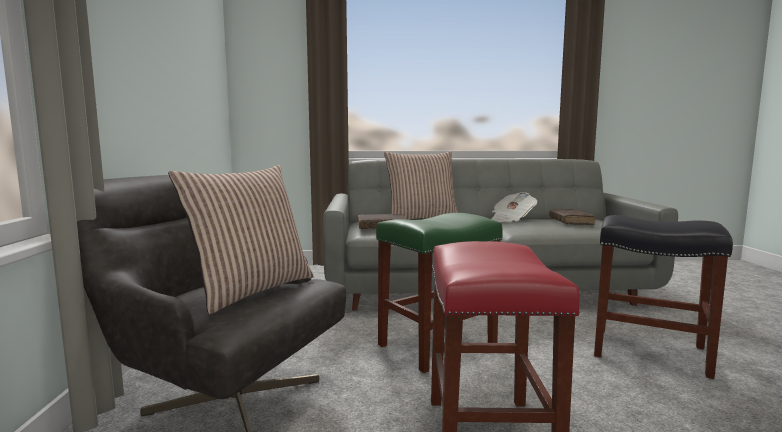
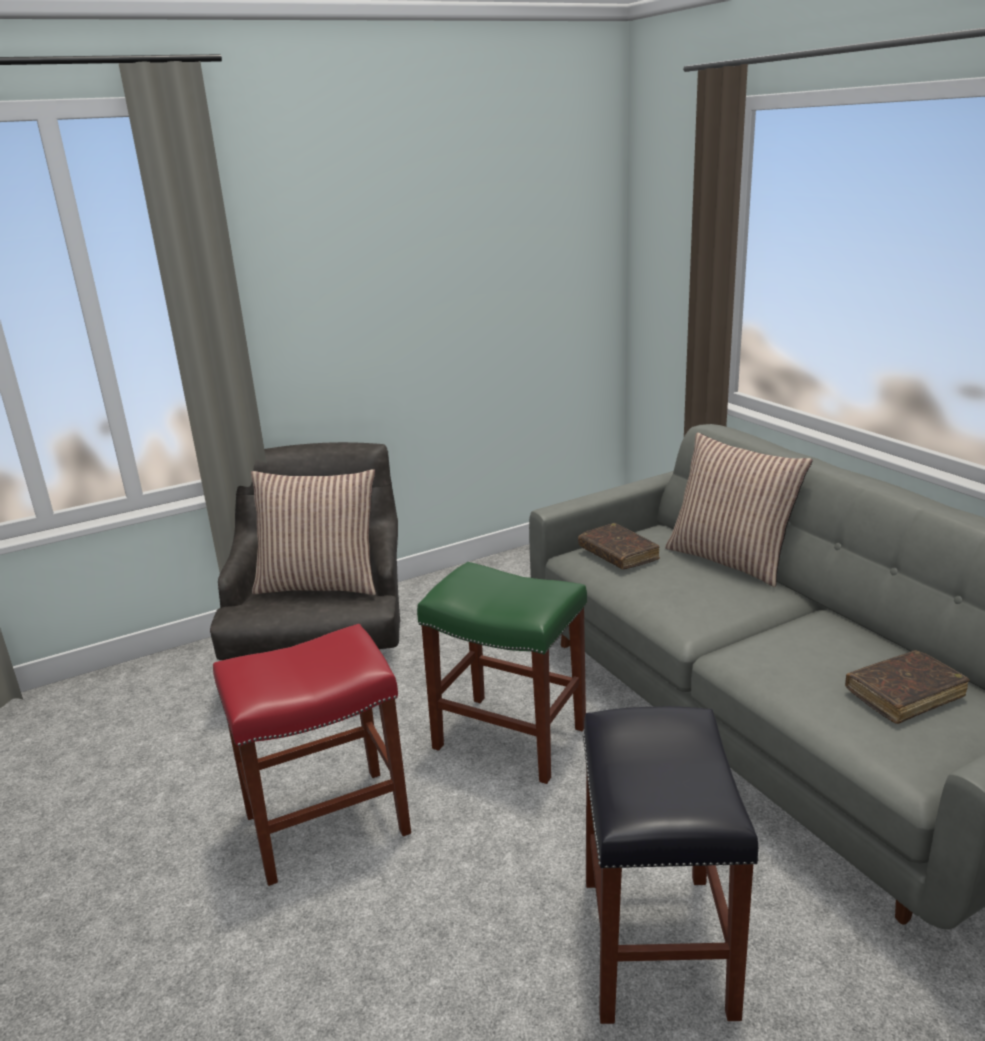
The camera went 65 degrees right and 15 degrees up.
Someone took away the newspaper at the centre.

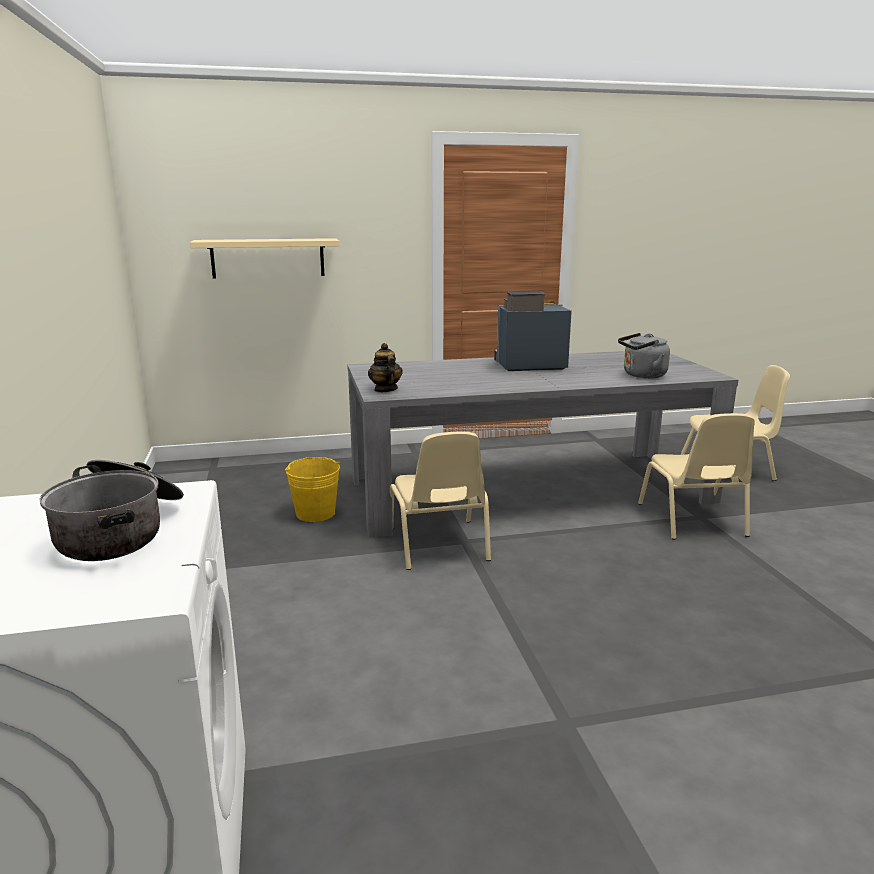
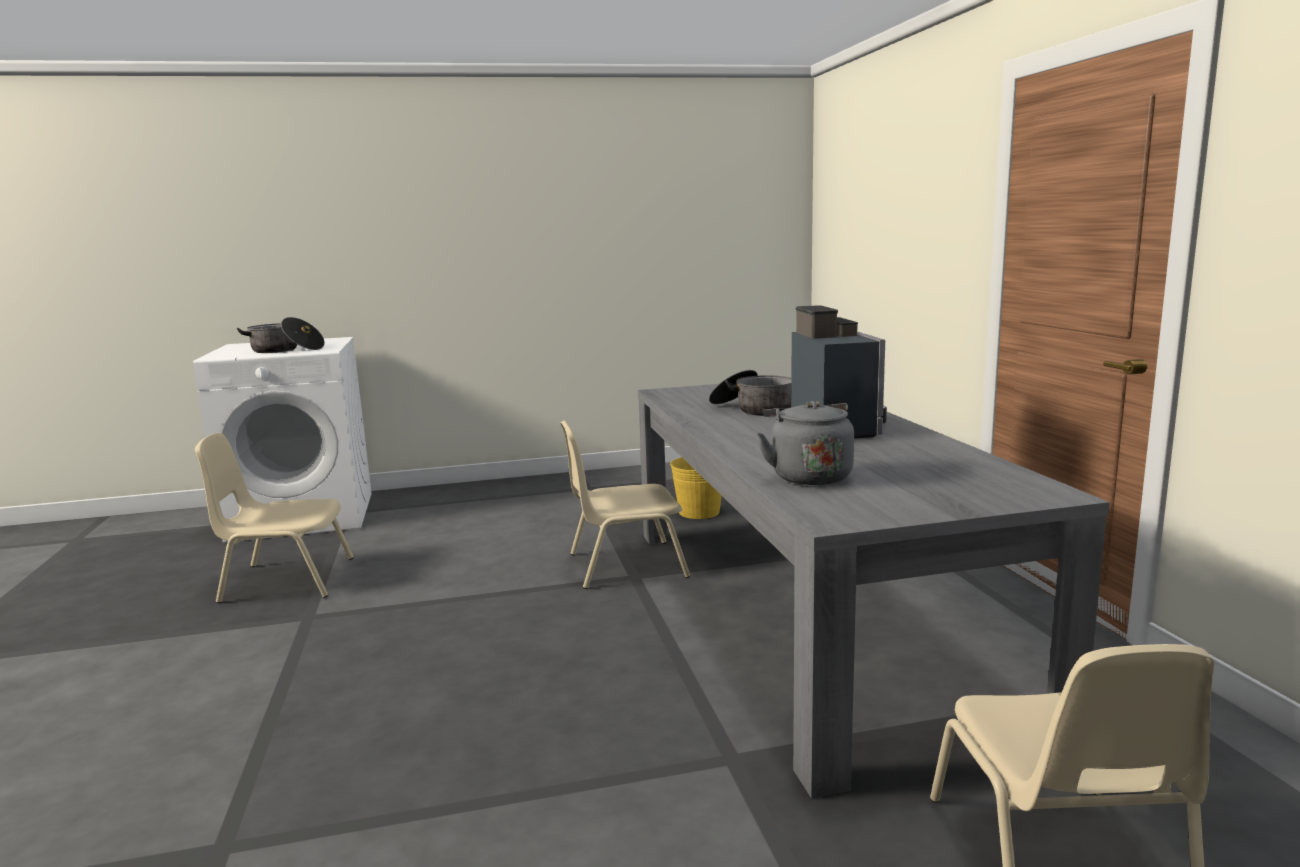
The camera went 90 degrees right and 5 degrees down.
Someone took away the beige shelf at the top left.
Someone took away the teapot at the centre.
Someone put down the cooking pot (2nd from left) at the centre.
Someone carried the beige chair (2nd from left in the first image) from the middle right to the middle left.

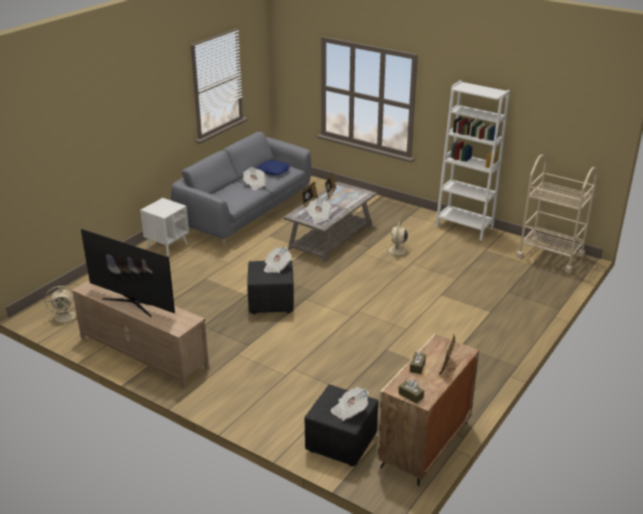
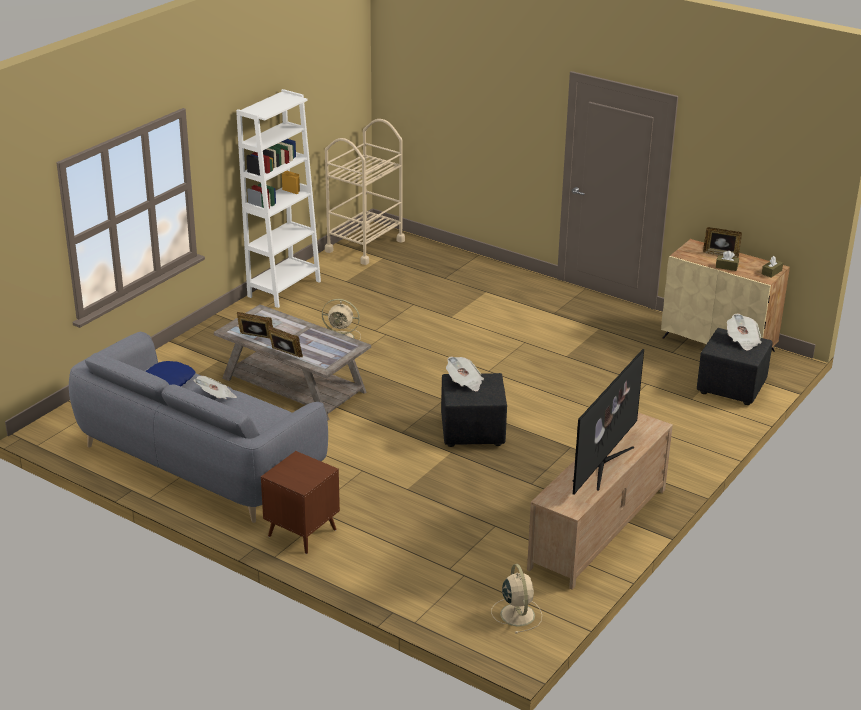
The camera went 90 degrees left and 0 degrees up.
Someone took away the newspaper (3rd from left) at the centre.
Someone repainted the white side table at the middle left, which became the brown side table at the bottom centre.

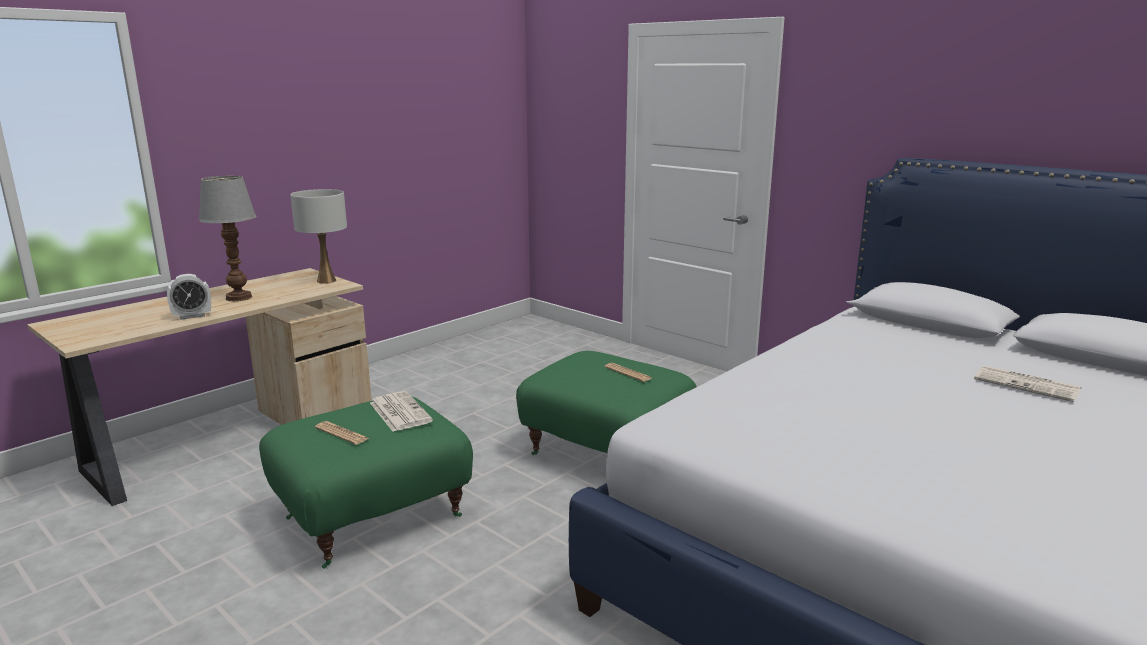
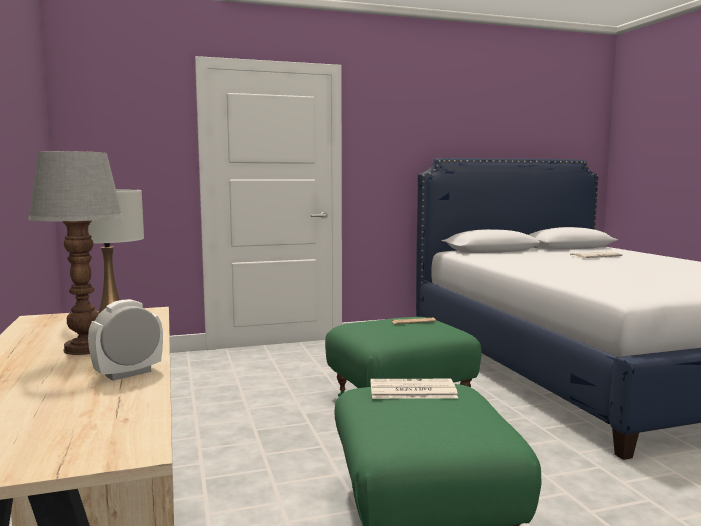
The camera went 60 degrees left and 10 degrees down.
Someone took away the newspaper (1st from left) at the bottom left.
Someone rotated the alarm clock at the middle left by 135 degrees counterclockwise.

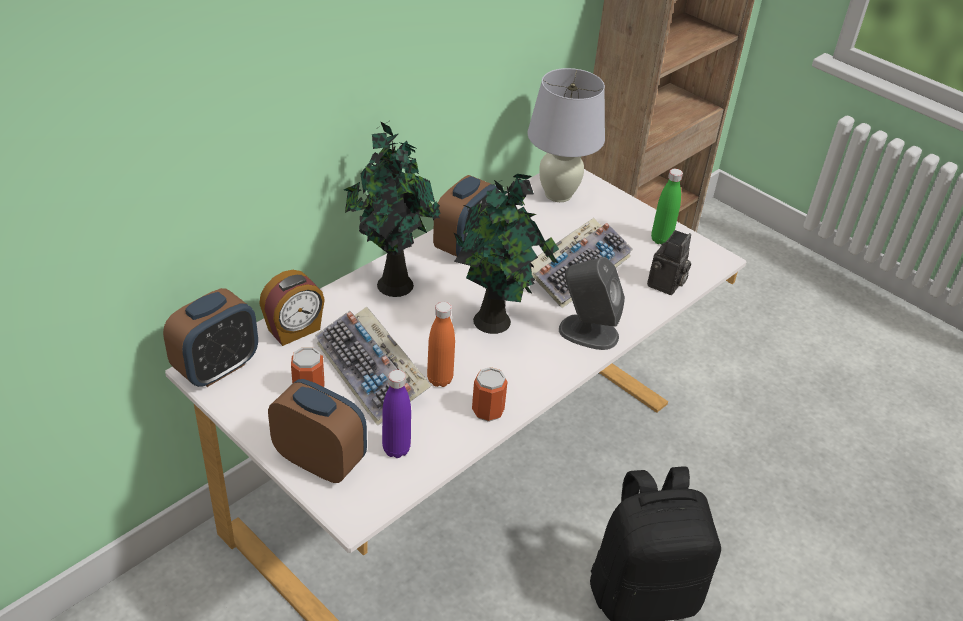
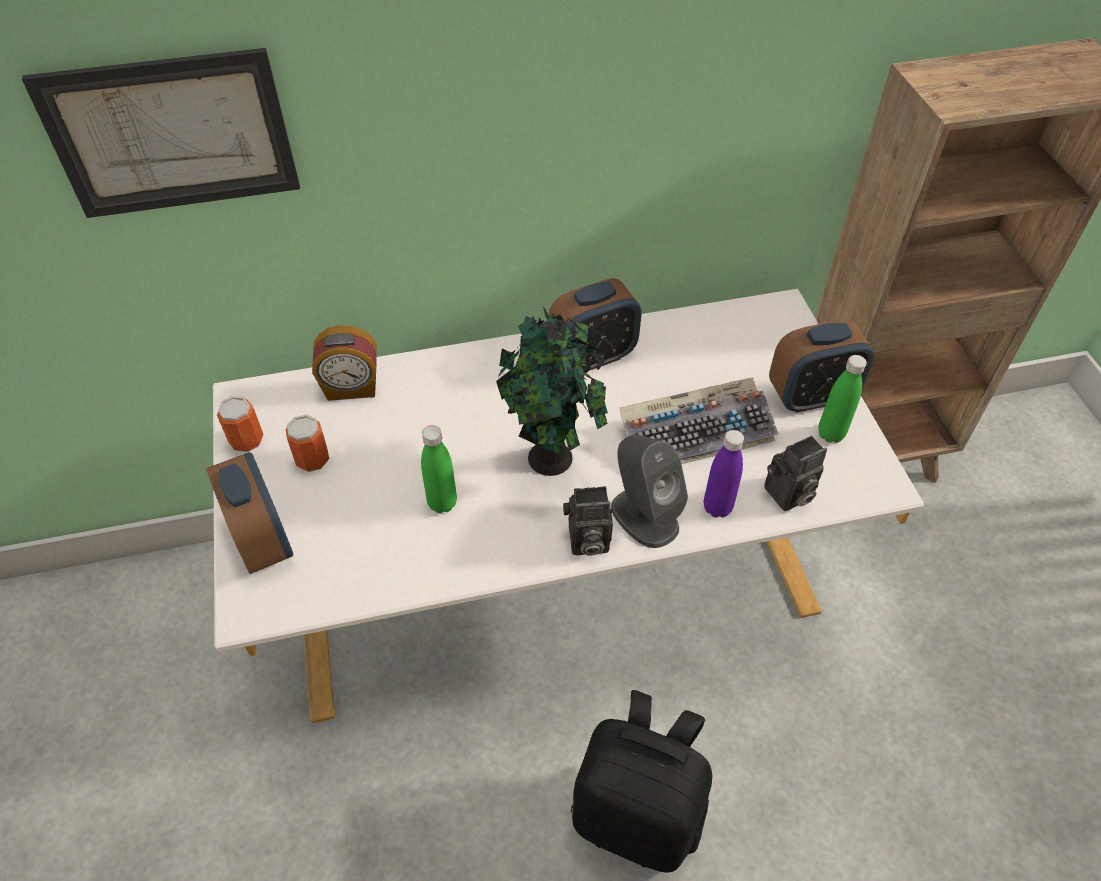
The camera went 35 degrees right and 10 degrees up.
Someone took away the keyboard (1st from left) at the centre.
Someone took away the potted plant (1st from left) at the centre.
Someone took away the white table lamp at the top centre.
Someone put up the picture at the top left.
Someone put down the photo camera (1st from left) at the centre.
Someone carried the alarm clock (1st from left in the first image) from the middle left to the middle right.
Someone carried the purple bottle from the bottom centre to the centre.
Someone carried the can (2nd from left in the first image) from the centre to the middle left.
Someone repainted the orange bottle at the centre, which became the green bottle (1st from left) at the centre.

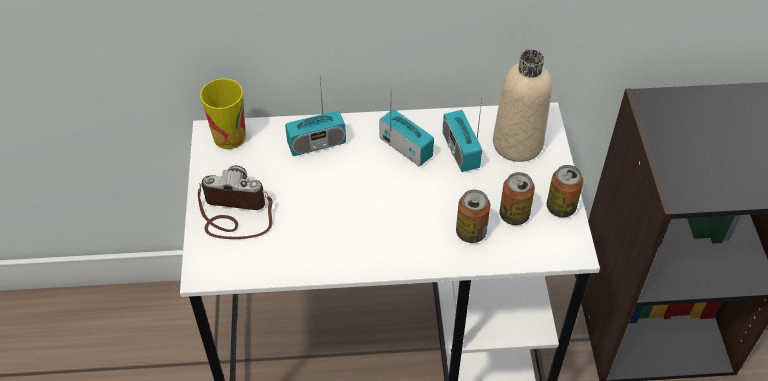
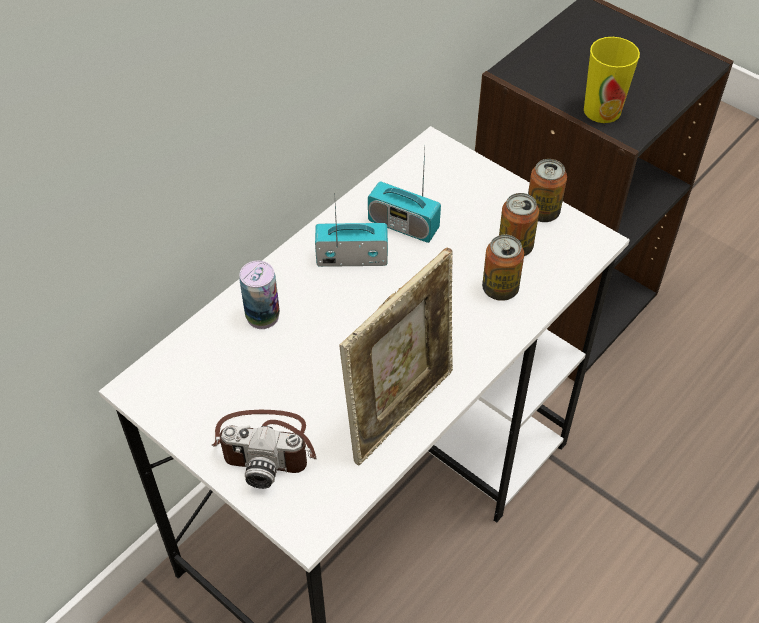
The camera went 45 degrees left and 0 degrees up.
Someone took away the beige bottle at the top right.
Someone put down the picture frame at the centre.
Someone carried the cup from the top left to the top right.
Someone swapped the radio (1st from left) at the top centre for the can (1st from left) at the centre.
Someone rotated the photo camera at the middle left by 135 degrees counterclockwise.

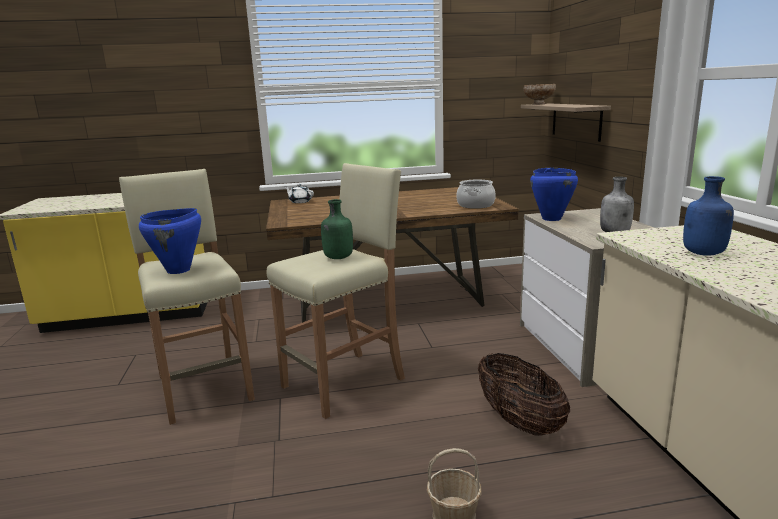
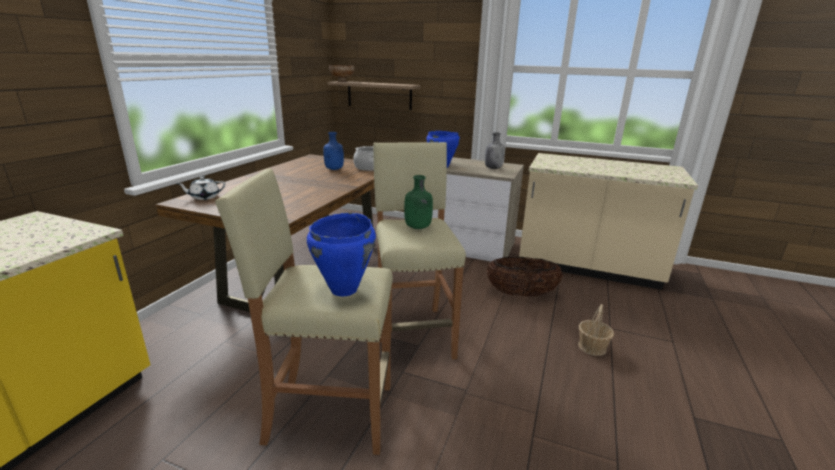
The camera went 60 degrees left and 5 degrees up.
Someone carried the blue bottle from the middle right to the top centre.

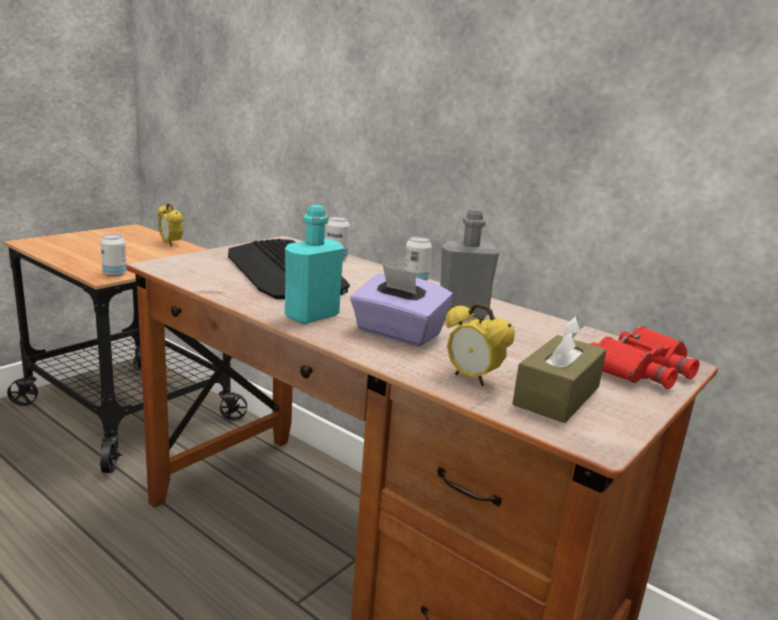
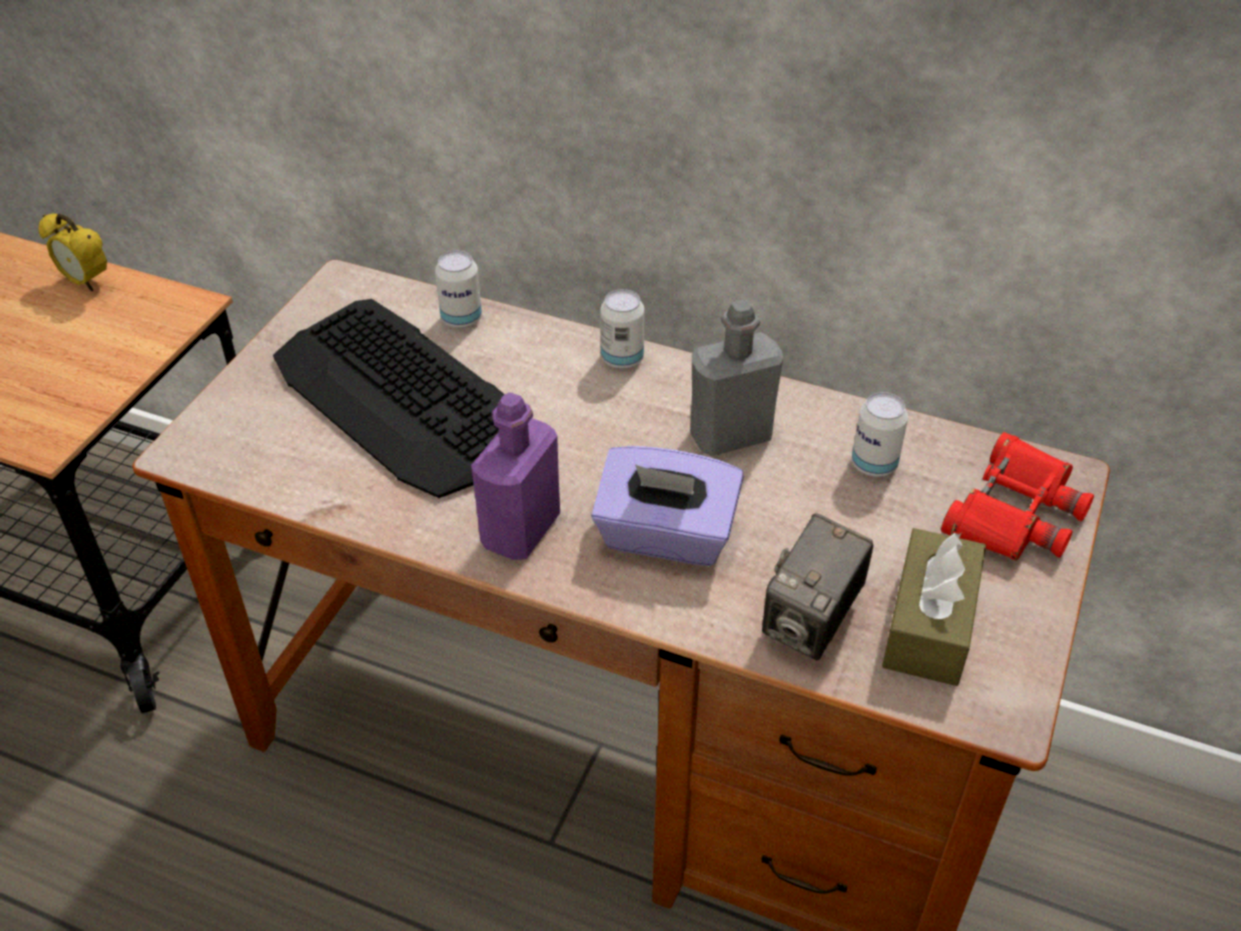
The camera went 15 degrees left and 25 degrees up.
Someone carried the can (1st from left in the first image) from the middle left to the middle right.
Someone swapped the alarm clock (2nd from left) at the centre for the photo camera at the centre.
Someone repainted the turquoise bottle at the centre, which became the purple bottle at the centre.

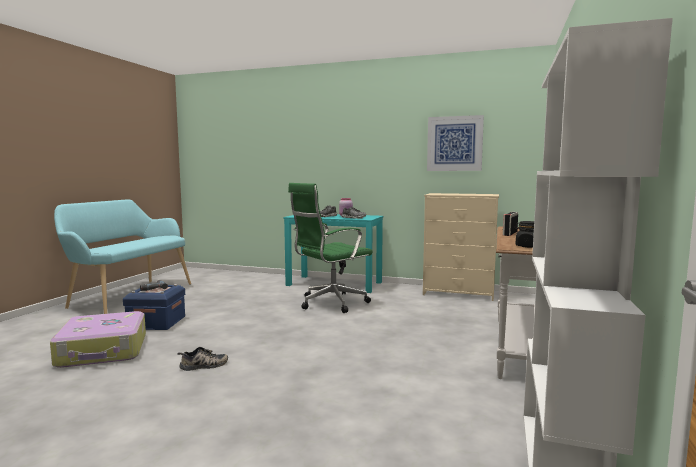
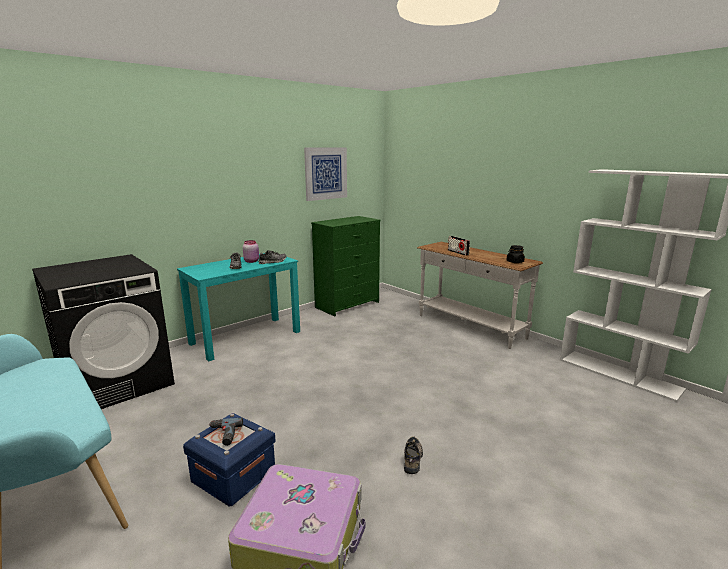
The camera went 60 degrees left and 10 degrees up.
Someone took away the green office chair at the centre.
Someone put down the black washing machine at the middle left.
Someone repainted the beige dresser at the centre, which became the green dresser at the centre.

